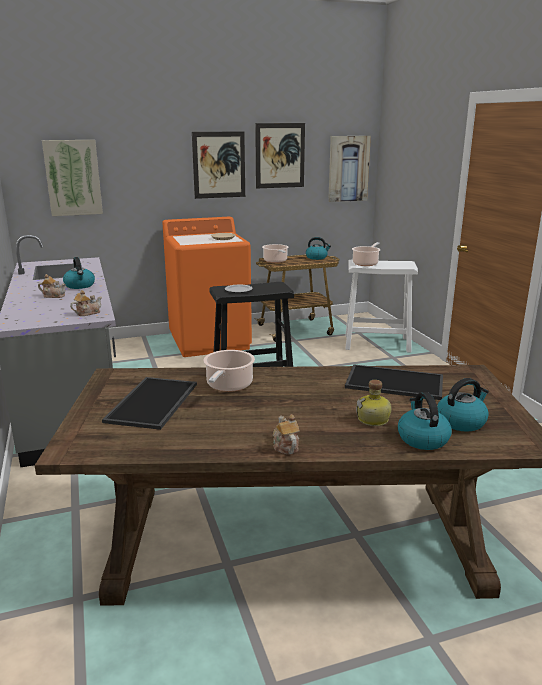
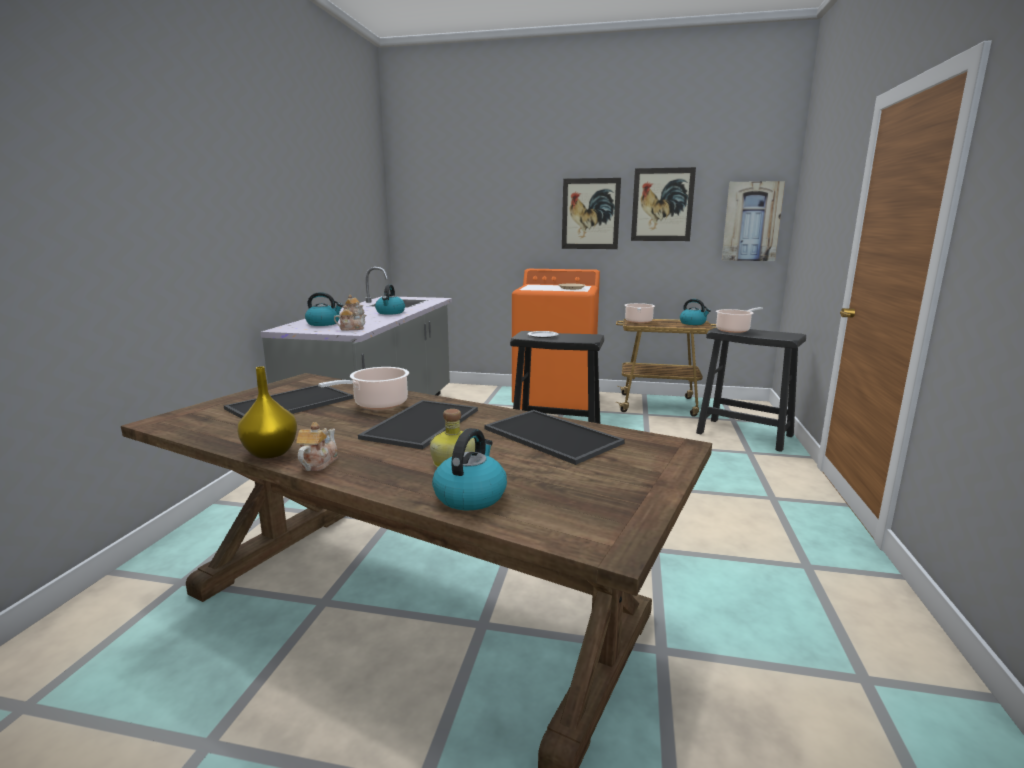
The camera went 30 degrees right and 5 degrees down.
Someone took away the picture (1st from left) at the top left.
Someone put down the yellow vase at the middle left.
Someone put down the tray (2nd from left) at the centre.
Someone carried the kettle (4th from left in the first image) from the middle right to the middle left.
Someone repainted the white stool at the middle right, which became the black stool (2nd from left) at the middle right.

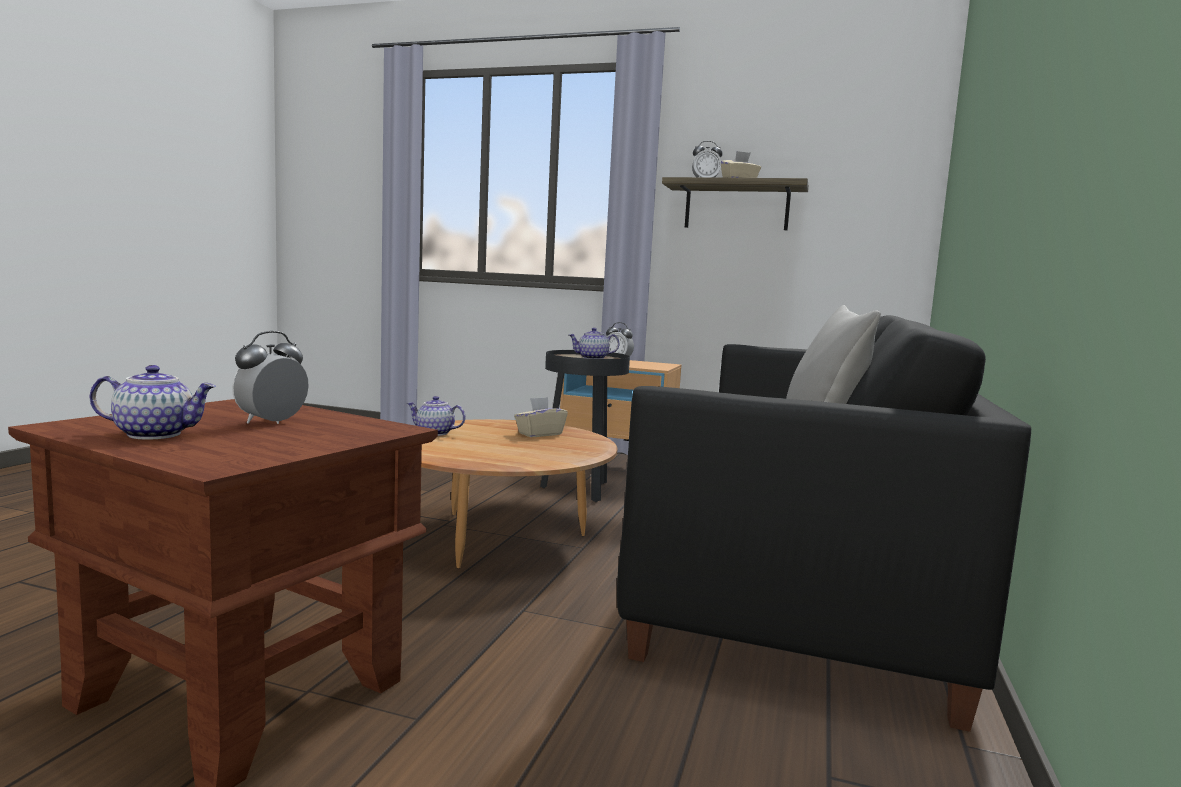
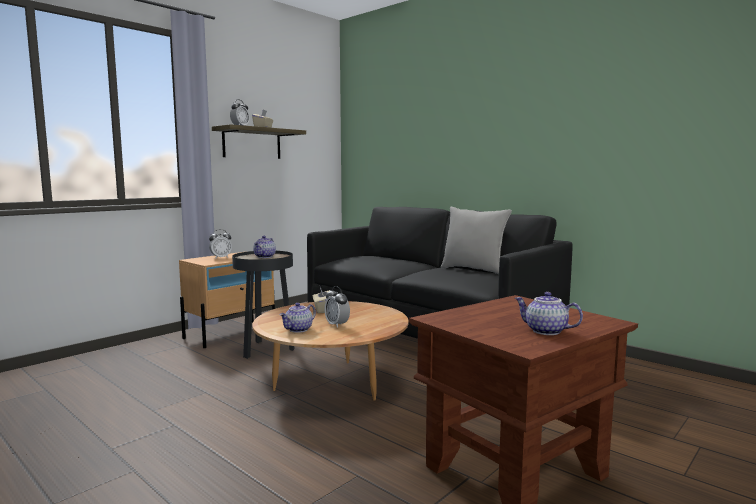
The camera went 65 degrees left and 0 degrees up.
Someone carried the alarm clock (1st from left in the first image) from the middle left to the centre.
Someone rotated the teapot (1st from left in the first image) at the middle left by 75 degrees counterclockwise.

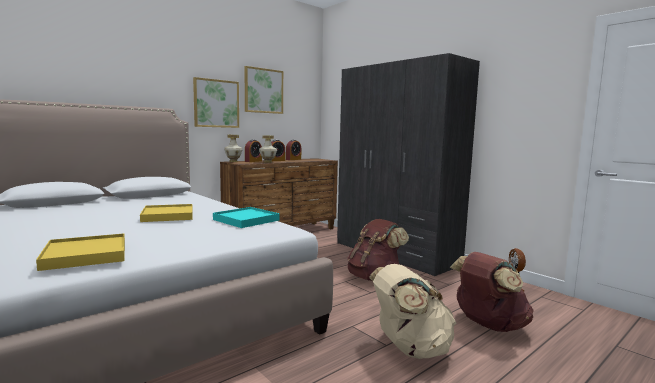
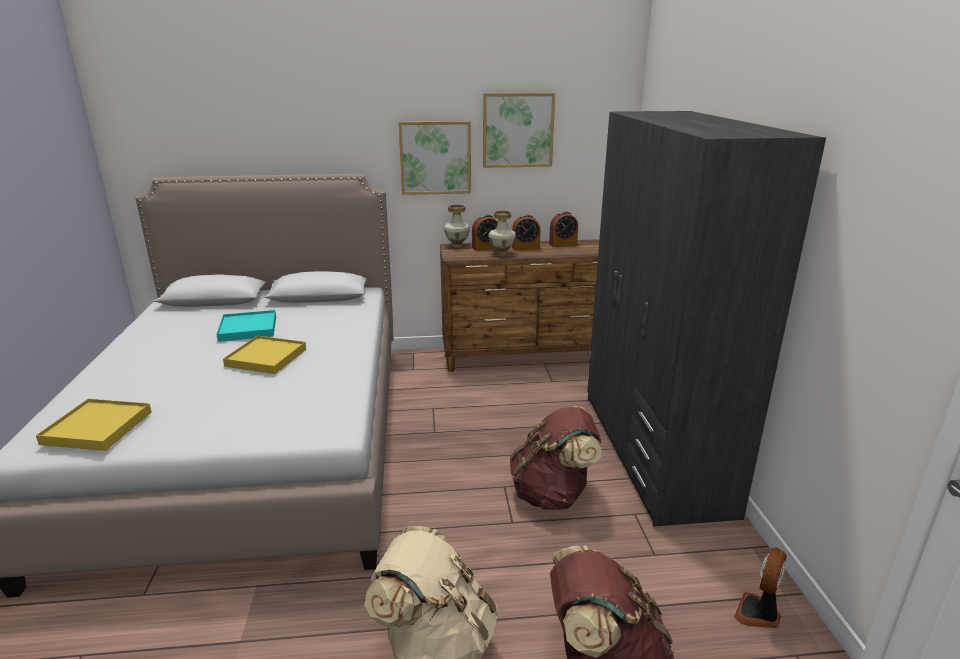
The camera went 35 degrees right and 15 degrees up.
Someone carried the turquoise tray from the centre to the middle left.

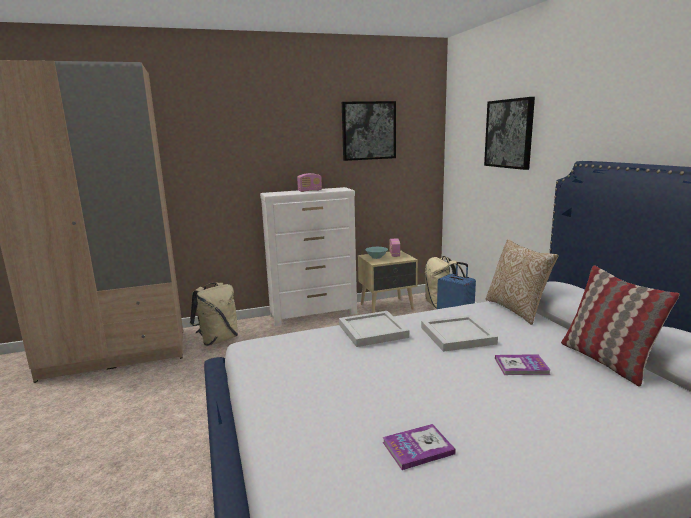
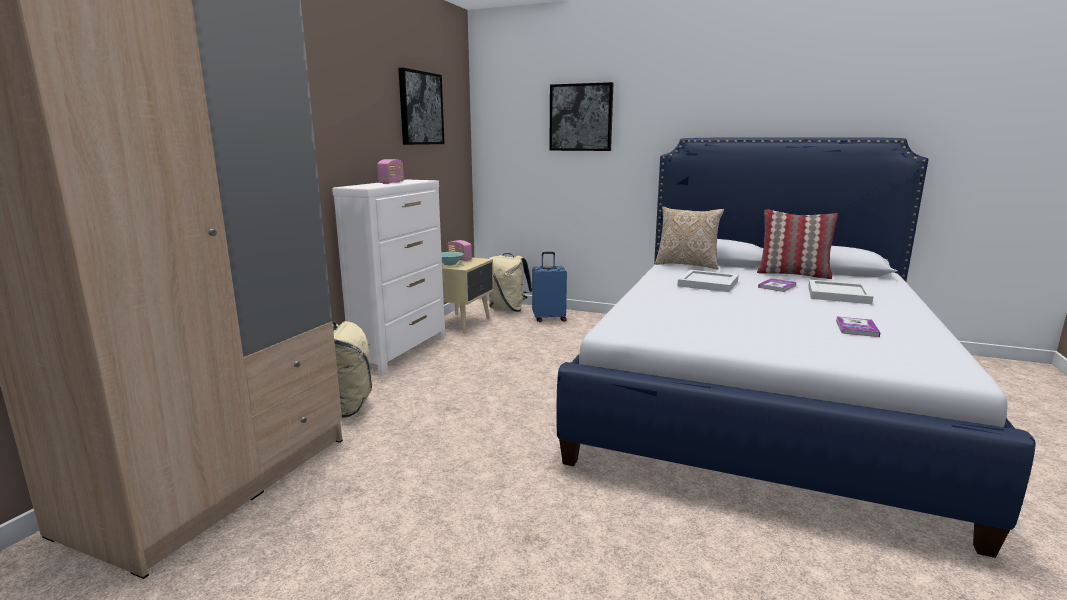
The camera went 50 degrees left and 0 degrees up.
Someone carried the white tray (1st from left in the first image) from the centre to the middle right.

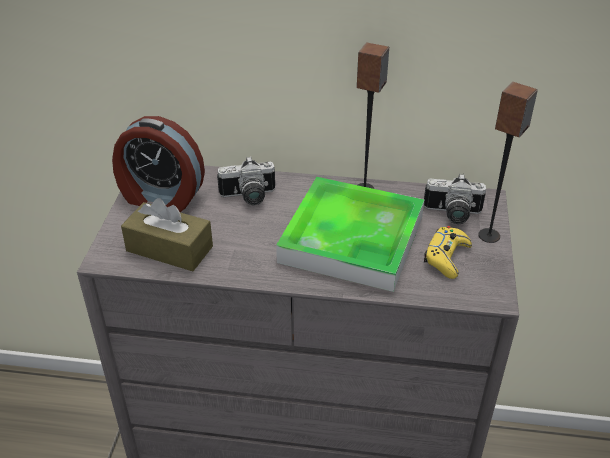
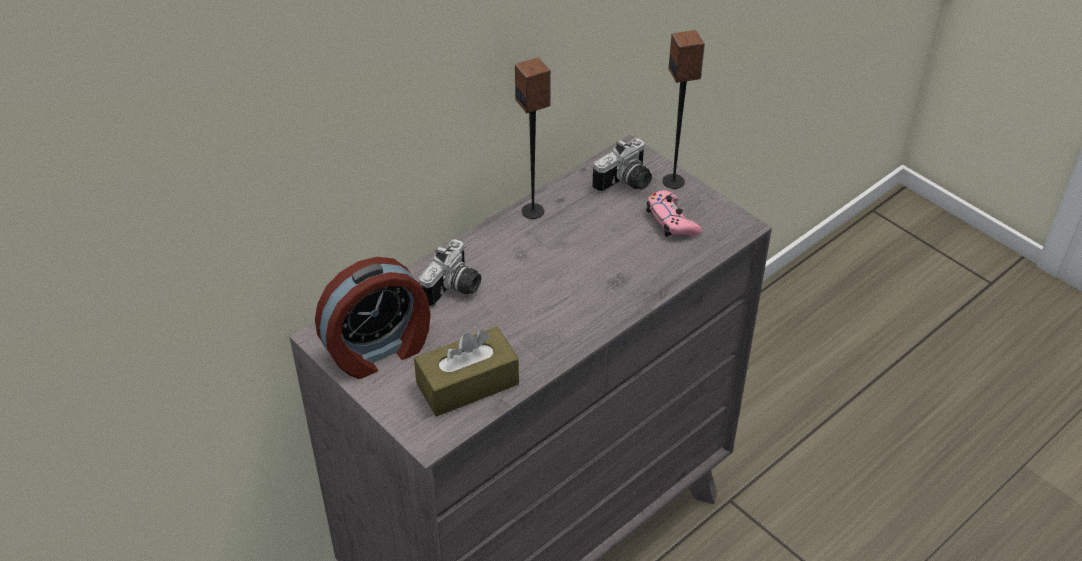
The camera went 50 degrees left and 5 degrees up.
Someone took away the tray at the centre.
Someone repainted the yellow game controller at the middle right, which became the pink game controller at the centre.

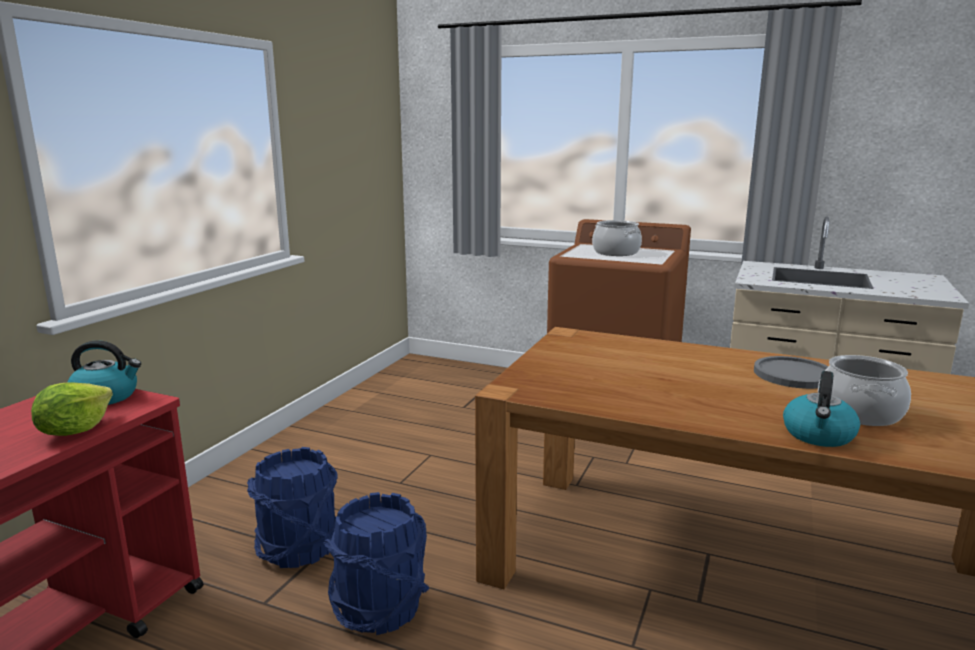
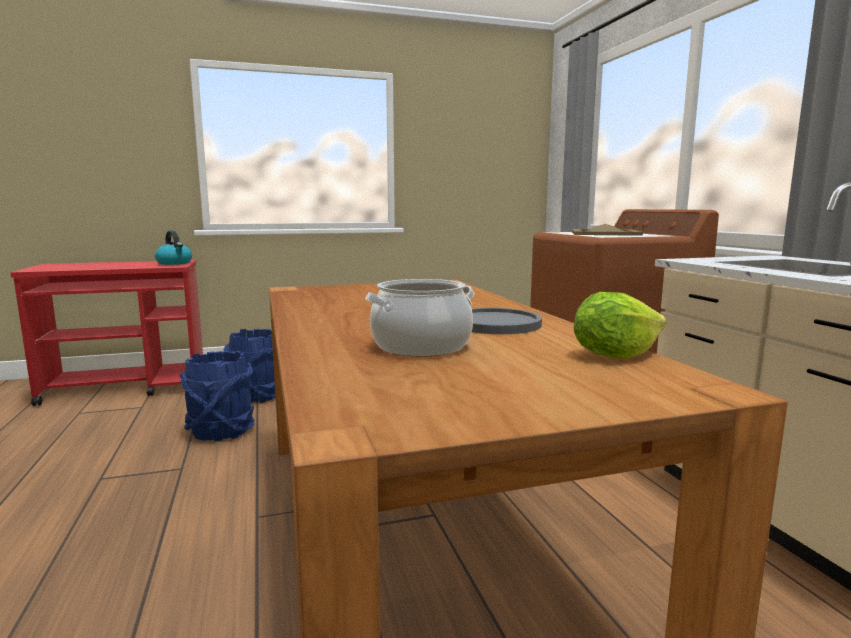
The camera went 50 degrees right and 5 degrees down.
Someone took away the kettle (2nd from left) at the middle right.
Someone carried the lettuce from the middle left to the middle right.
Someone swapped the cooking pot (1st from left) at the centre for the beige tray at the middle right.

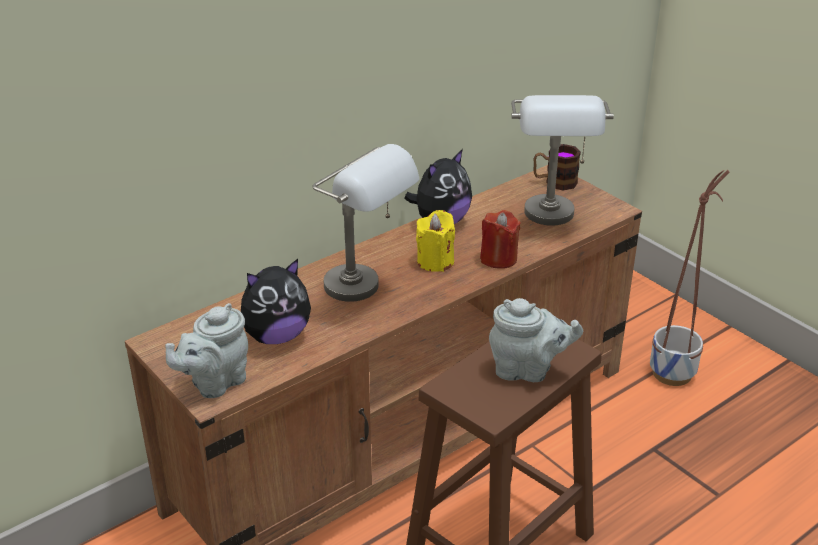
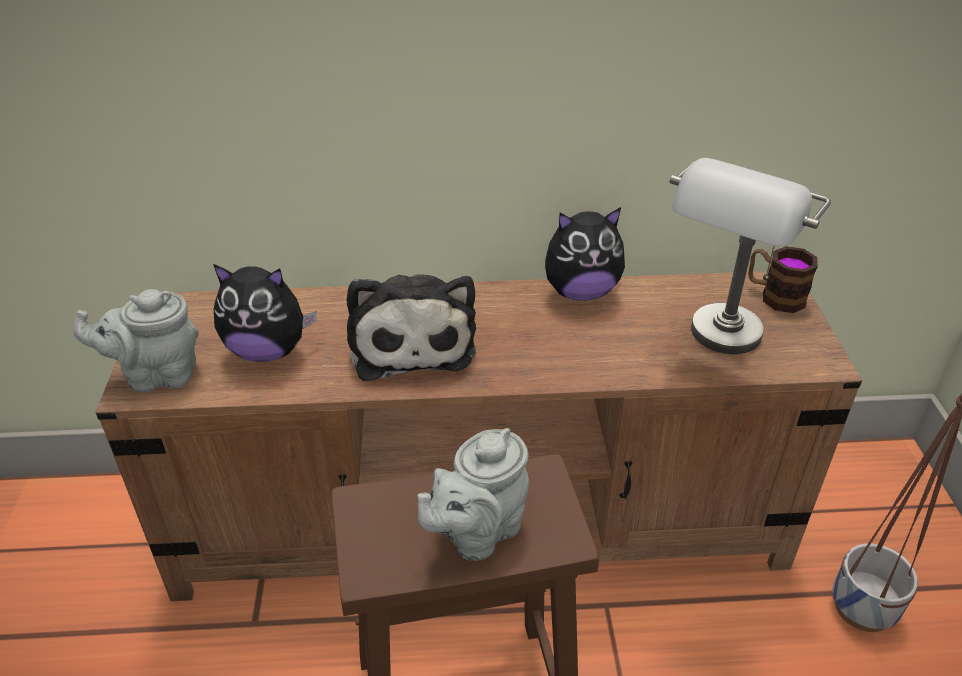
The camera went 35 degrees right and 5 degrees up.
Someone took away the yellow candle at the centre.
Someone took away the red candle at the centre.
Someone swapped the grey table lamp (1st from left) at the centre for the plush toy (2nd from left) at the centre.
Someone rotated the grey teapot (2nd from left) at the centre by 90 degrees clockwise.

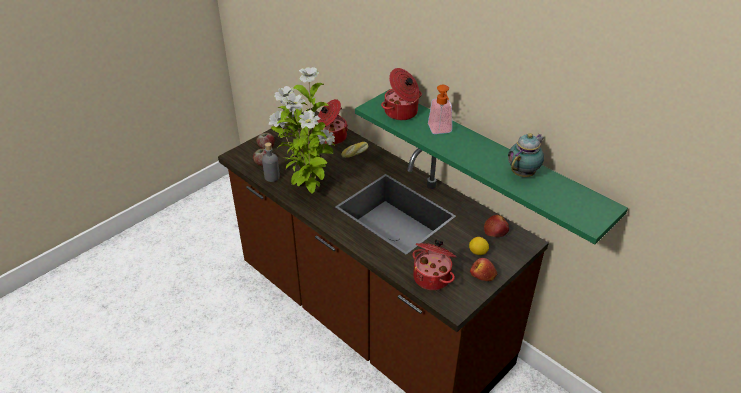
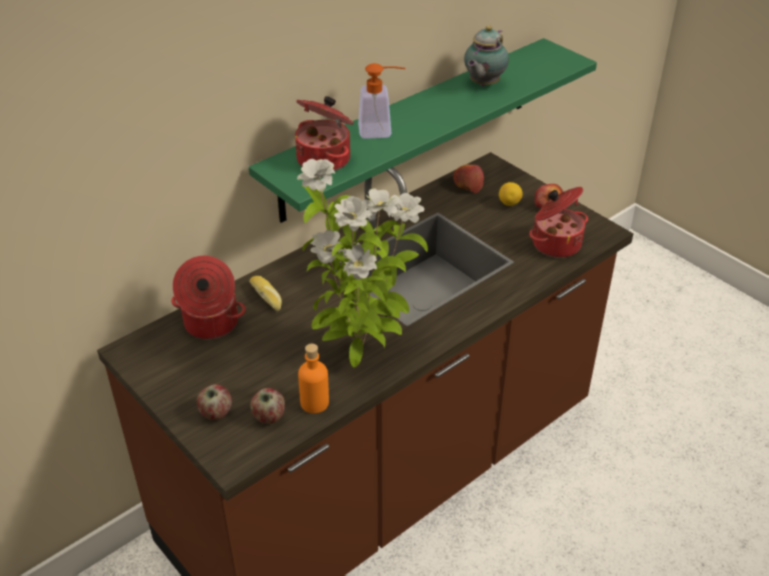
The camera went 85 degrees left and 0 degrees up.
Someone repainted the grey bottle at the centre, which became the orange bottle at the centre.
Someone rotated the teapot at the middle right by 105 degrees counterclockwise.

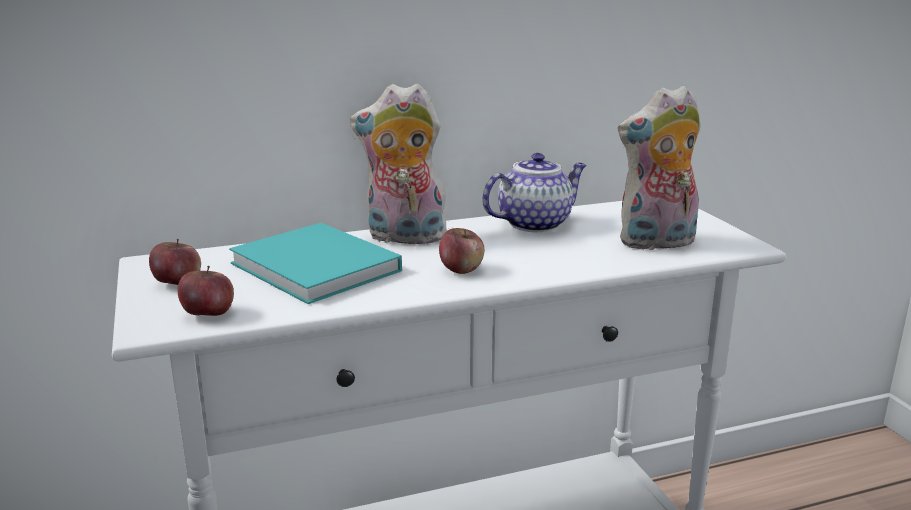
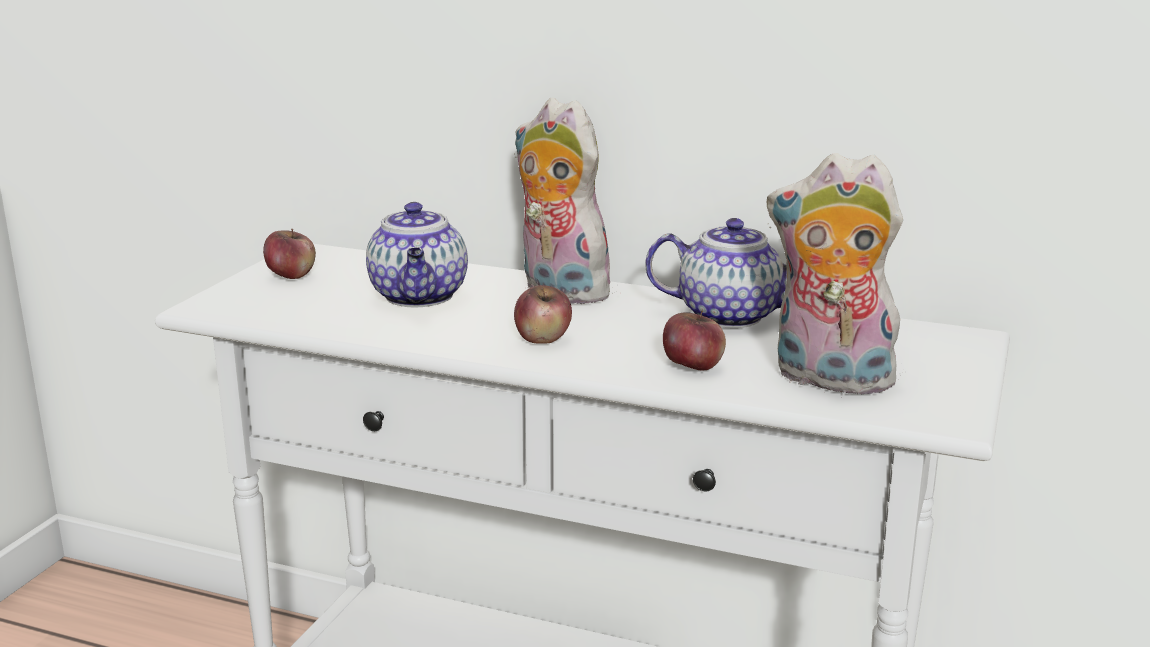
The camera went 40 degrees right and 0 degrees up.
Someone carried the apple (2nd from left in the first image) from the middle left to the centre.
Someone swapped the turquoise book at the centre for the teapot (1st from left) at the centre.

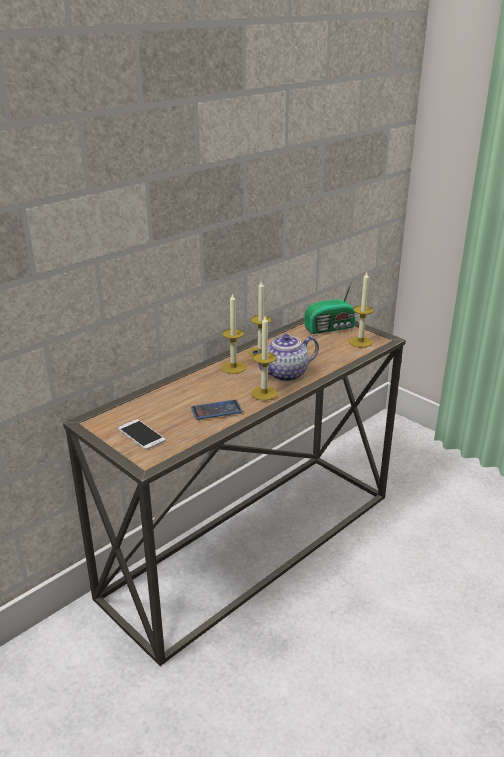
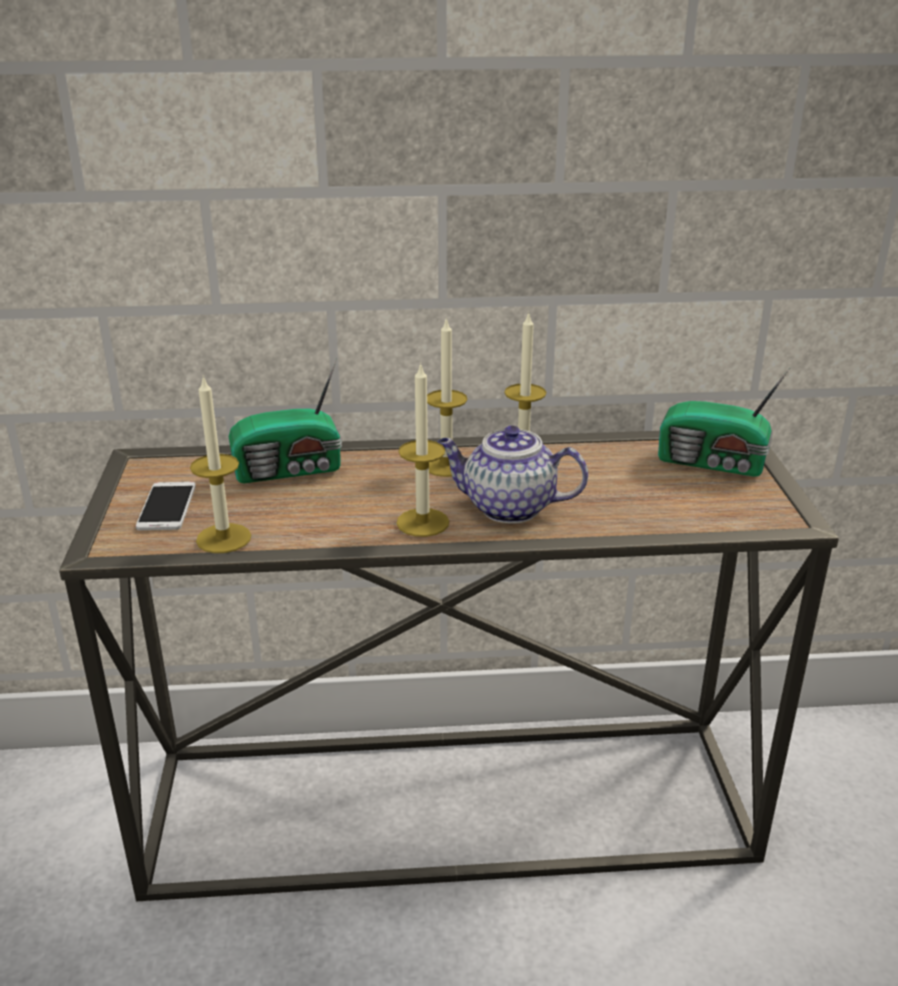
The camera went 40 degrees right and 0 degrees up.
Someone took away the phone (2nd from left) at the centre.
Someone put down the radio (1st from left) at the middle left.
Someone carried the candle (4th from left in the first image) from the middle right to the middle left.

